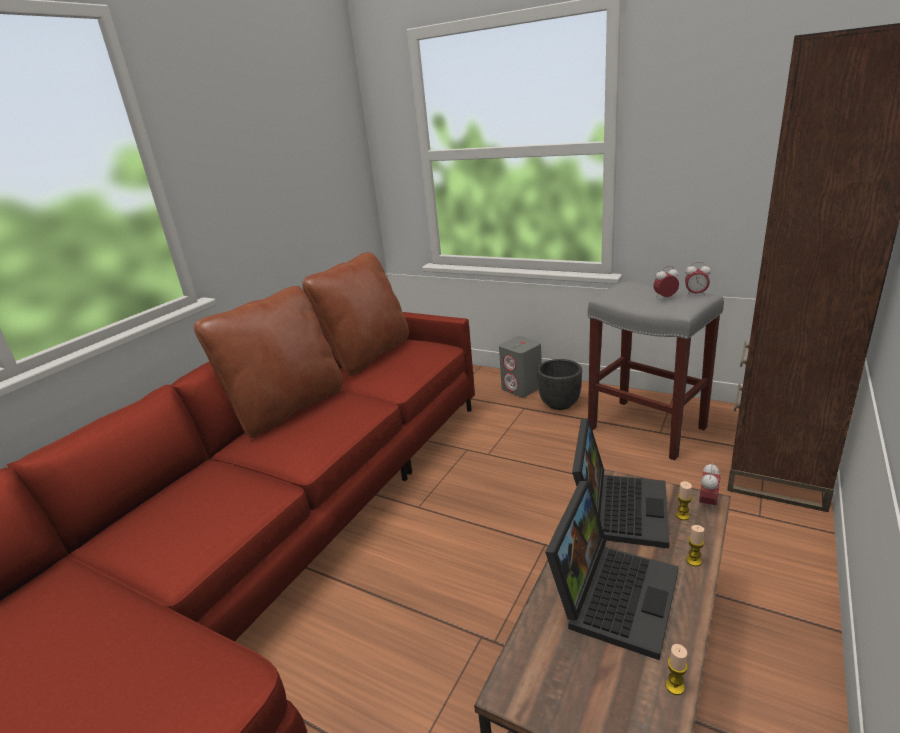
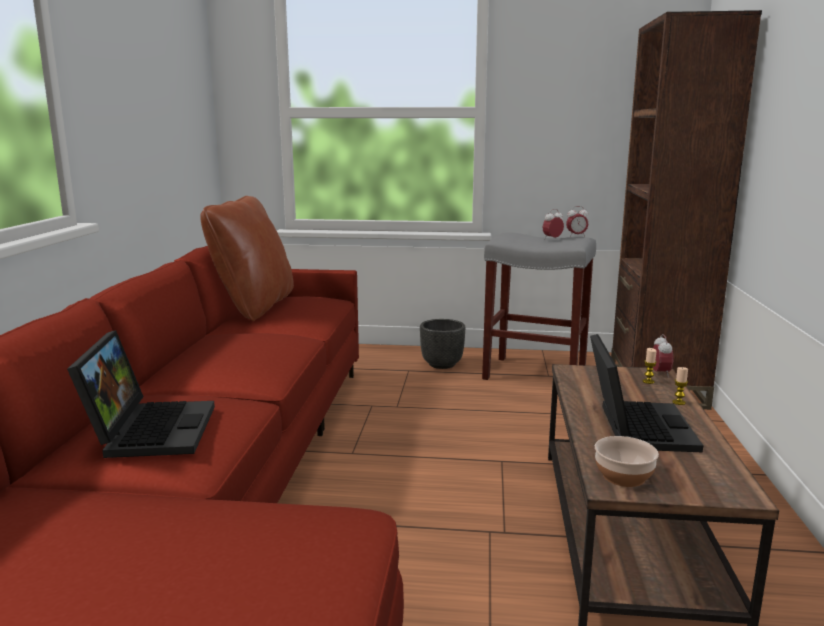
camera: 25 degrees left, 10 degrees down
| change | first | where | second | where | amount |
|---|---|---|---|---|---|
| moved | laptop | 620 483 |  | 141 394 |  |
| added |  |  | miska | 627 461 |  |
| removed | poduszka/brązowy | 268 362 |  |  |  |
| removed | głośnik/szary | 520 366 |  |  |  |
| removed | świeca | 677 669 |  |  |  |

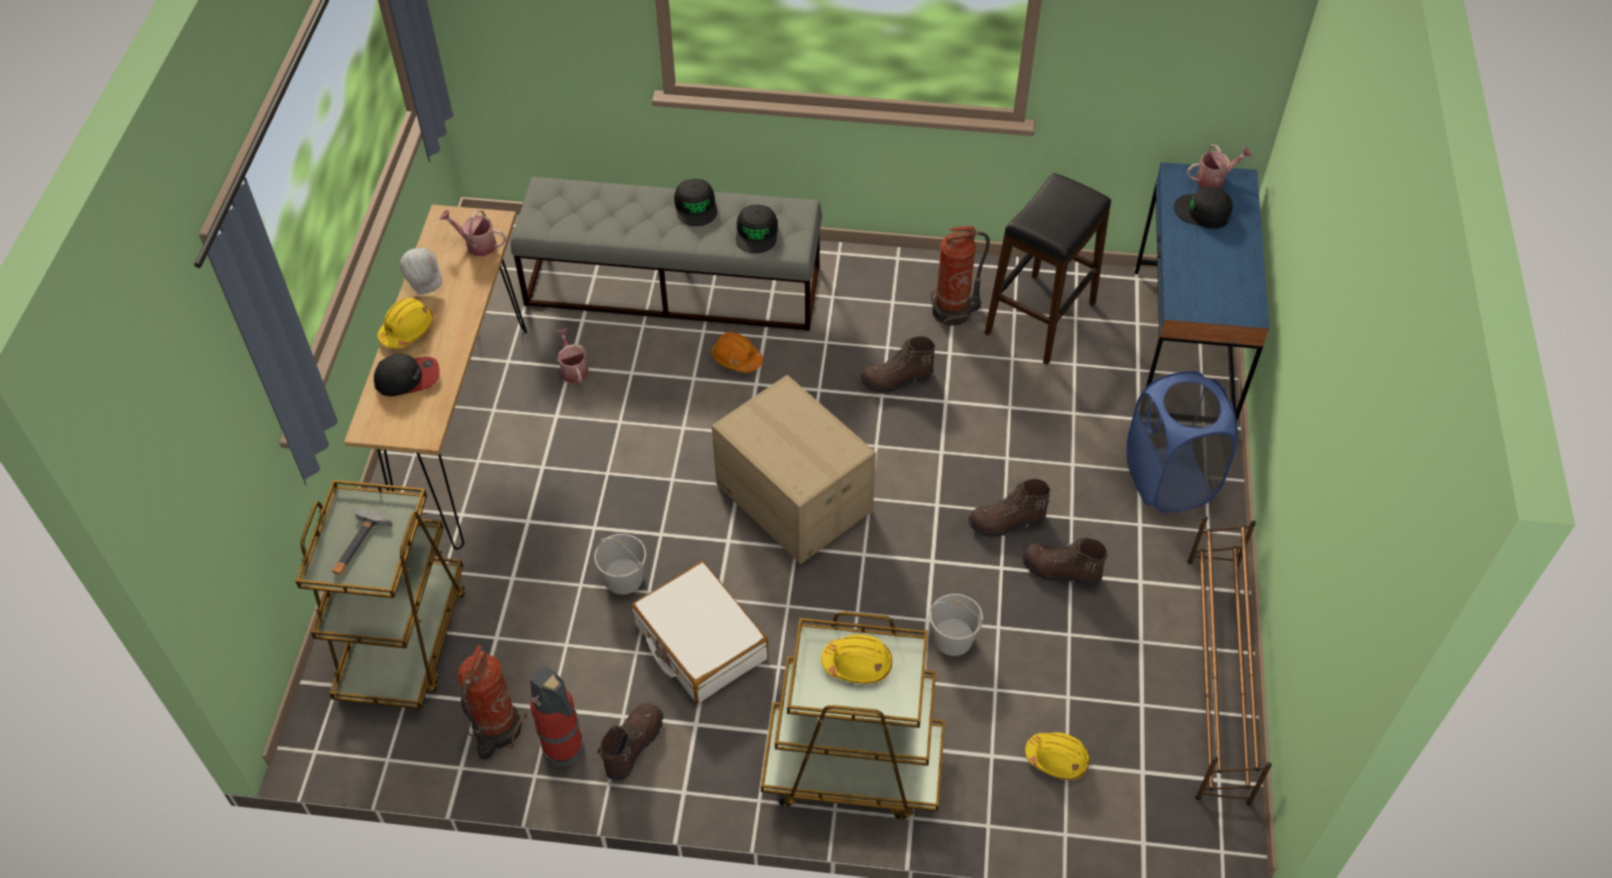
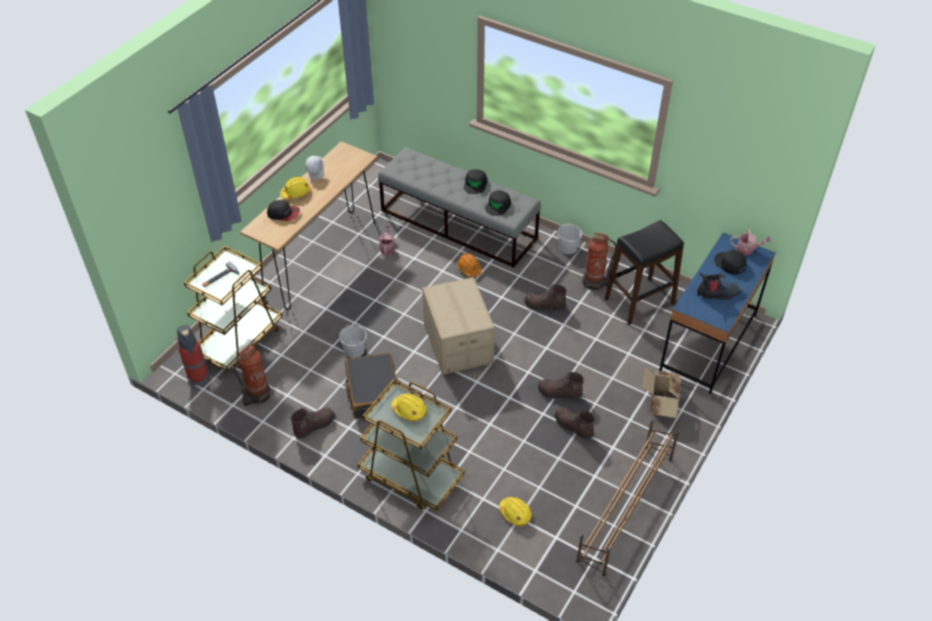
camera: 25 degrees right, 5 degrees down
| change | first | where | second | where | amount |
|---|---|---|---|---|---|
| moved | gaśnica | 557 716 |  | 192 355 |  |
| recoloured | walizka/biały | 700 632 | walizka/czarny | 371 386 |  |
| moved | wiadro/biały | 956 625 |  | 569 238 |  |
| replaced | kosz na pranie/niebieski | 1182 442 | karton | 661 392 |  |
| added |  |  | but z cholewką | 719 286 |  |
| removed | konewka | 472 232 |  |  |  |

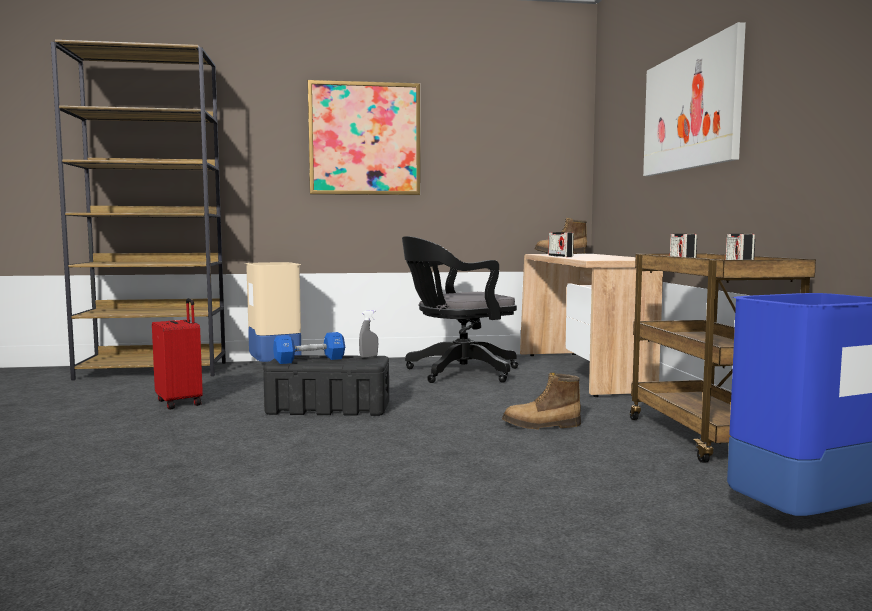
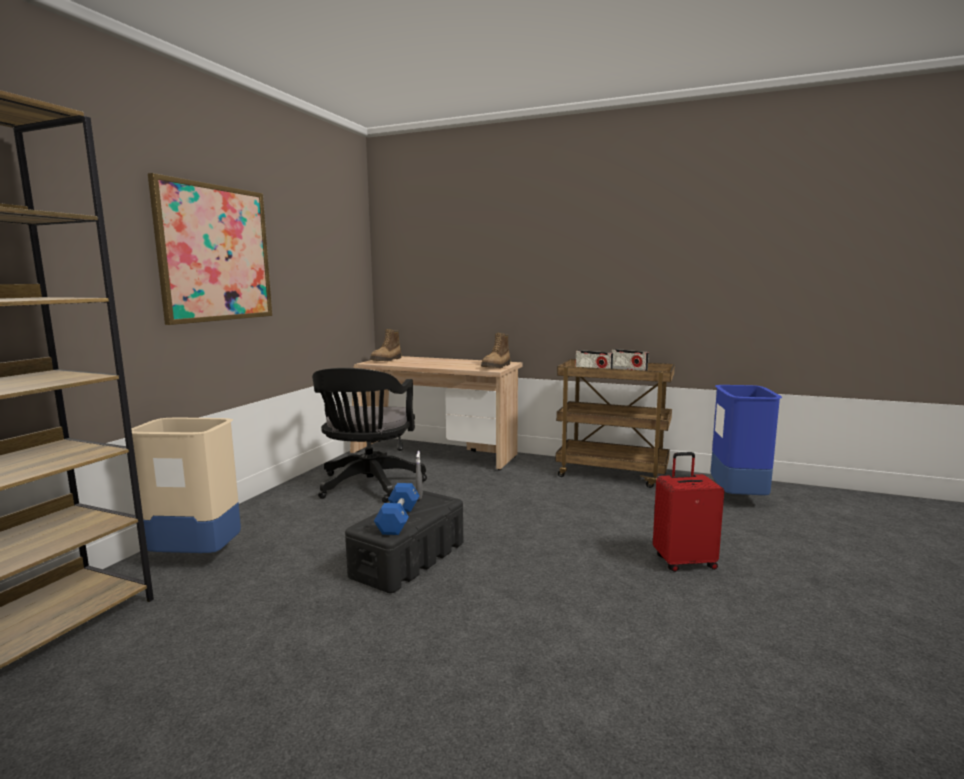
camera: 60 degrees left, 5 degrees up
| change | first | where | second | where | amount |
|---|---|---|---|---|---|
| moved | but z cholewką | 541 401 |  | 495 350 |  |
| moved | walizka/czerwony | 177 354 |  | 688 512 |  |
| removed | radio | 561 244 |  |  |  |
| removed | obraz | 694 99 |  |  |  |

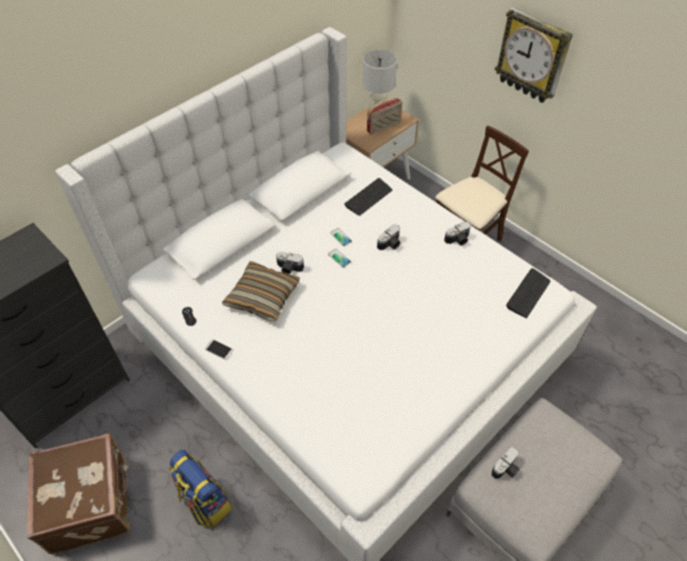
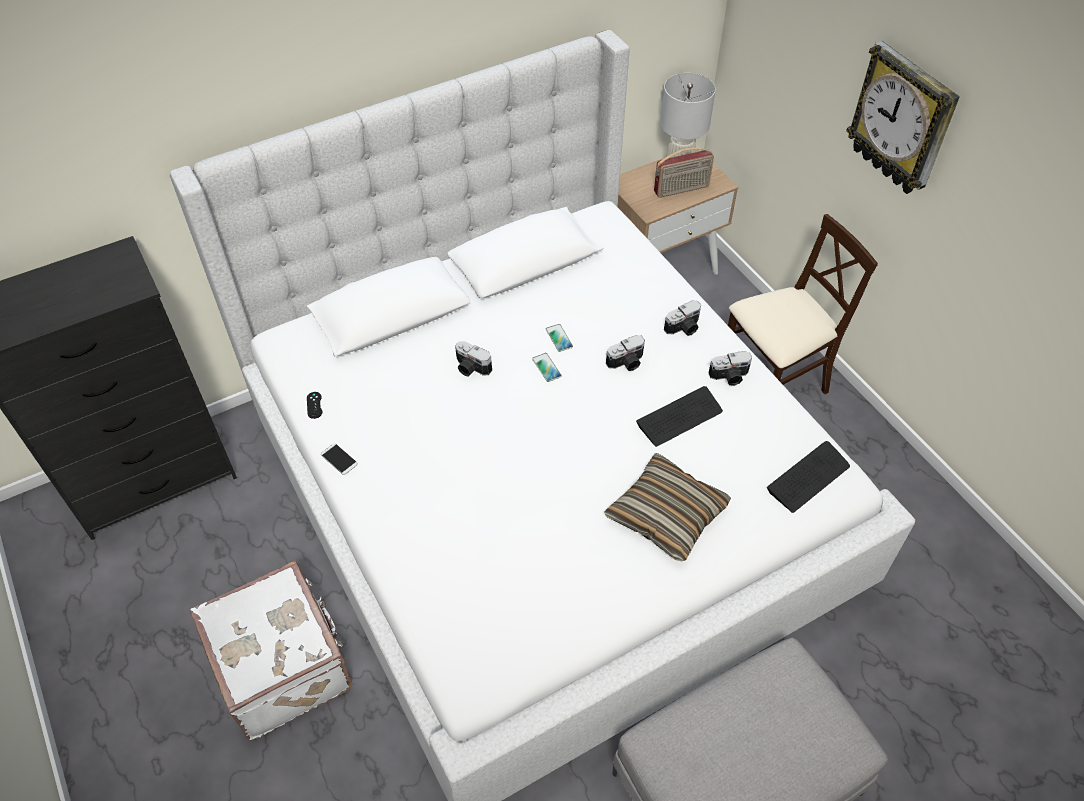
camera: 15 degrees right, 0 degrees up
| change | first | where | second | where | amount |
|---|---|---|---|---|---|
| replaced | plecak | 200 489 | walizka/biały | 271 650 |  |
| moved | poduszka | 261 291 |  | 667 507 |  |
| moved | klawiatura | 368 197 |  | 679 416 |  |
| moved | aparat fotograficzny | 505 463 |  | 682 318 |  |
| removed | walizka/brązowy | 78 494 |  |  |  |

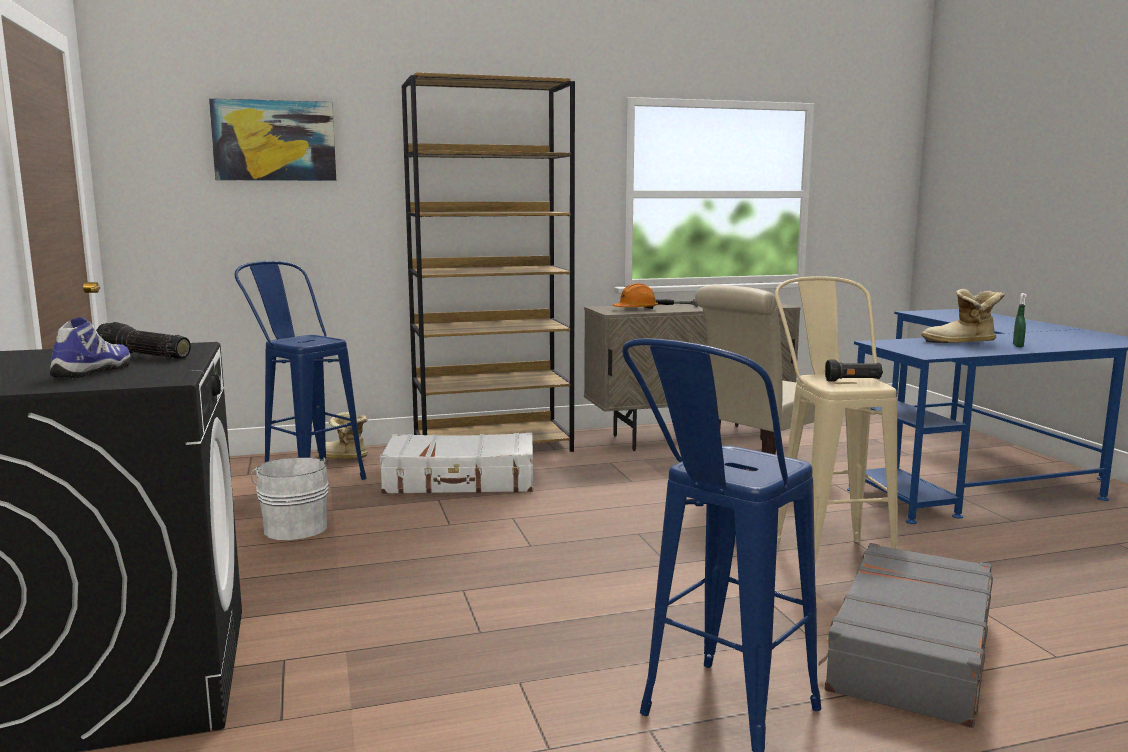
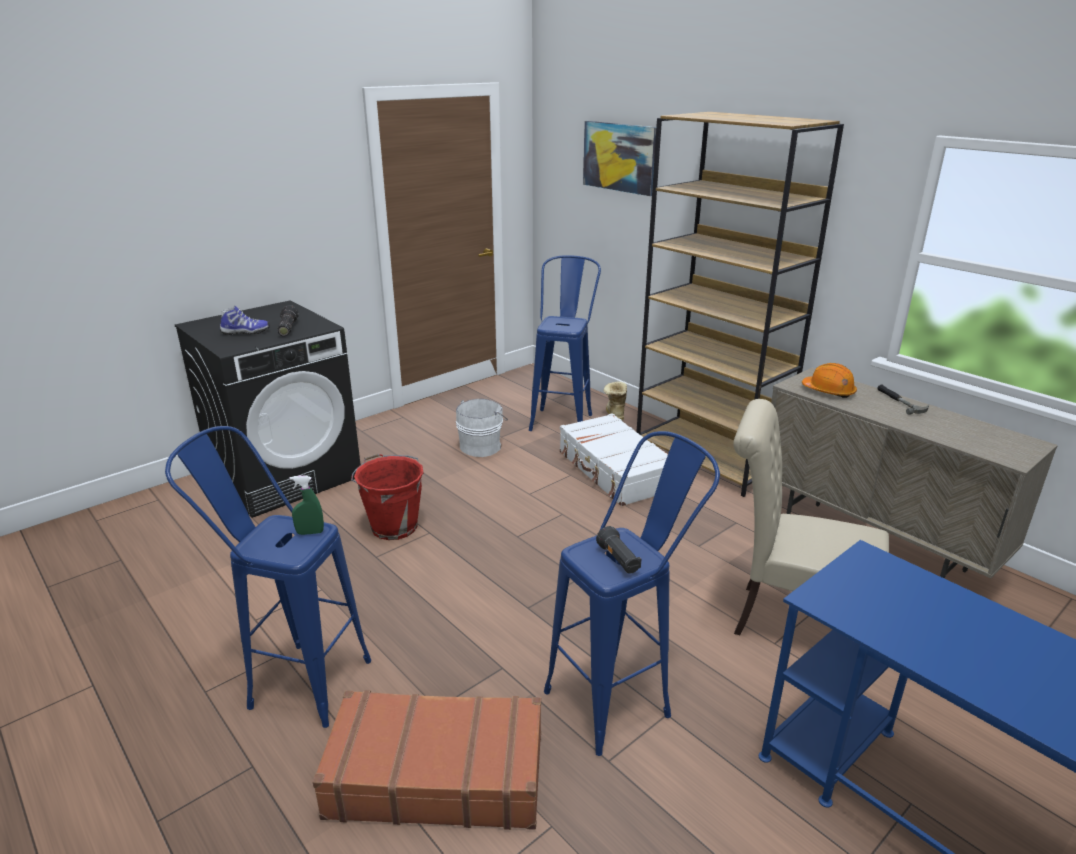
camera: 65 degrees right, 15 degrees up
| change | first | where | second | where | amount |
|---|---|---|---|---|---|
| moved | spryskiwacz/zielony | 1020 320 |  | 307 505 |  |
| recoloured | walizka/szary | 905 635 | walizka/brązowy | 426 760 |  |
| added |  |  | wiadro/czerwony | 387 497 |  |
| recoloured | stołek/beżowy | 836 419 | stołek/niebieski | 632 593 |  |
| removed | but z cholewką | 963 316 |  |  |  |

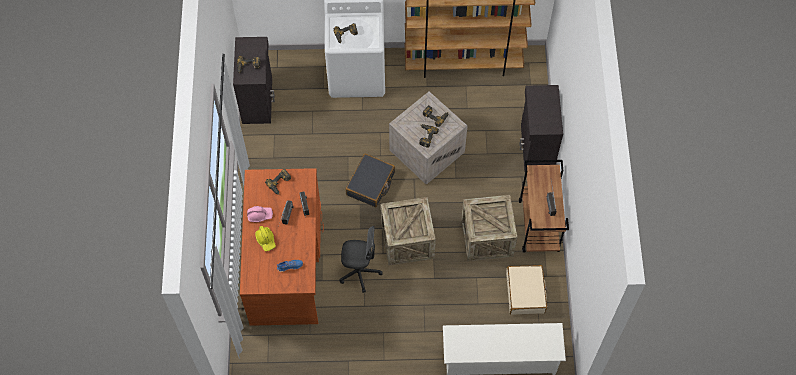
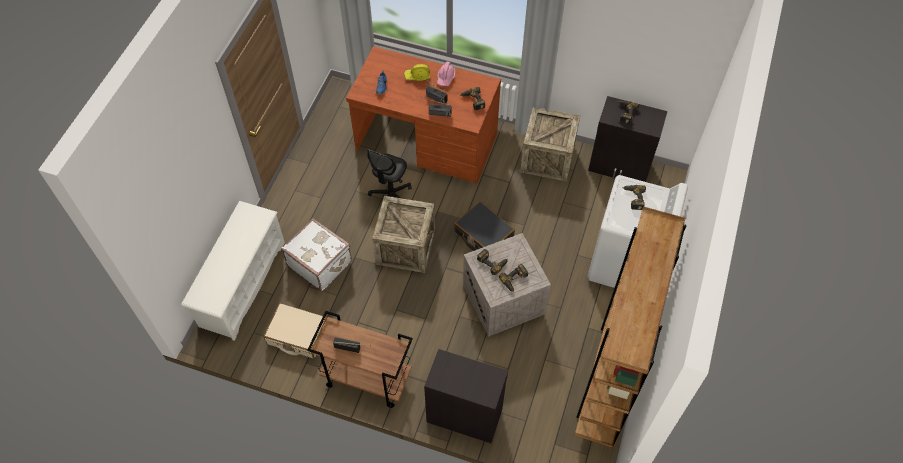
camera: 110 degrees right, 5 degrees down
| change | first | where | second | where | amount |
|---|---|---|---|---|---|
| added |  |  | walizka/biały | 316 254 |  |
| moved | skrzynka | 489 228 |  | 550 144 |  |

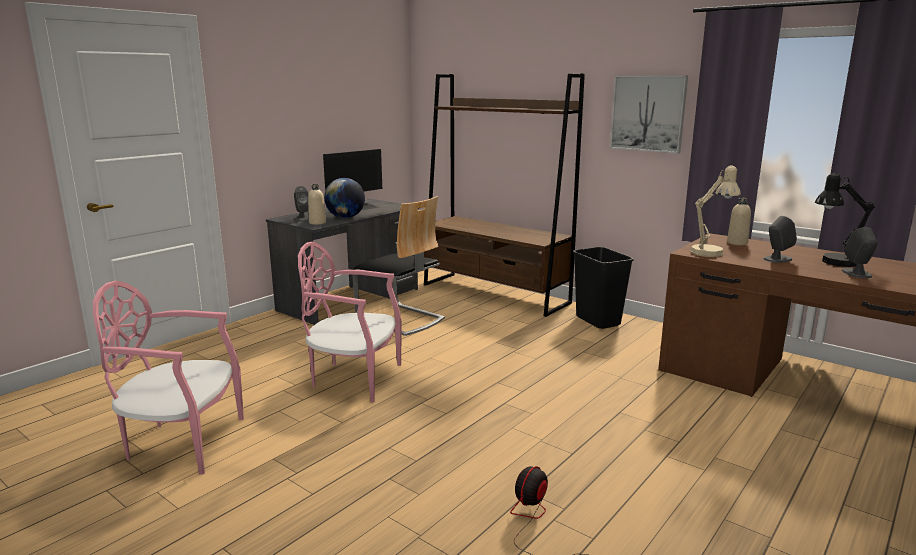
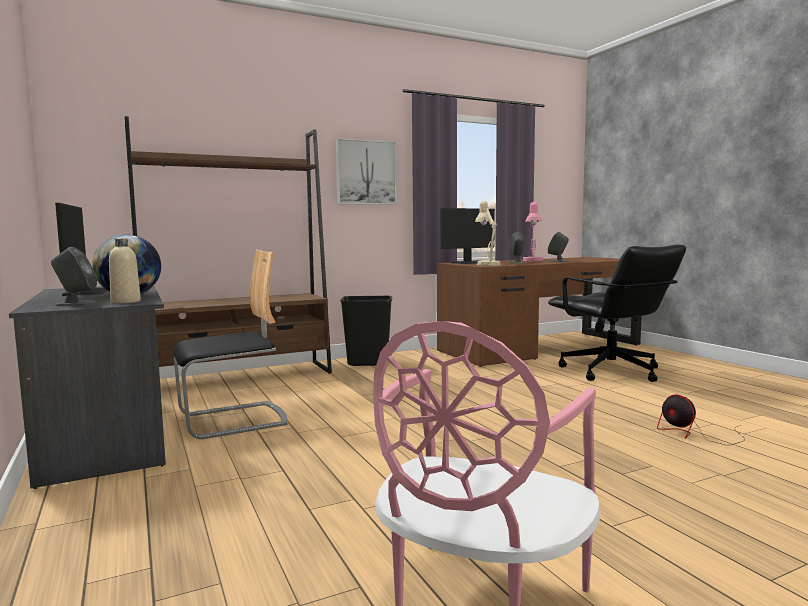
camera: 65 degrees left, 10 degrees down
| change | first | where | second | where | amount |
|---|---|---|---|---|---|
| replaced | butelka/beżowy | 739 221 | monitor | 467 236 |  |
| recoloured | lampa stołowa/czarny | 845 220 | lampa stołowa/różowy | 533 232 |  |
| added |  |  | krzesło biurowe/czarny | 617 313 |  |
| removed | krzesło/różowy | 350 322 |  |  |  |

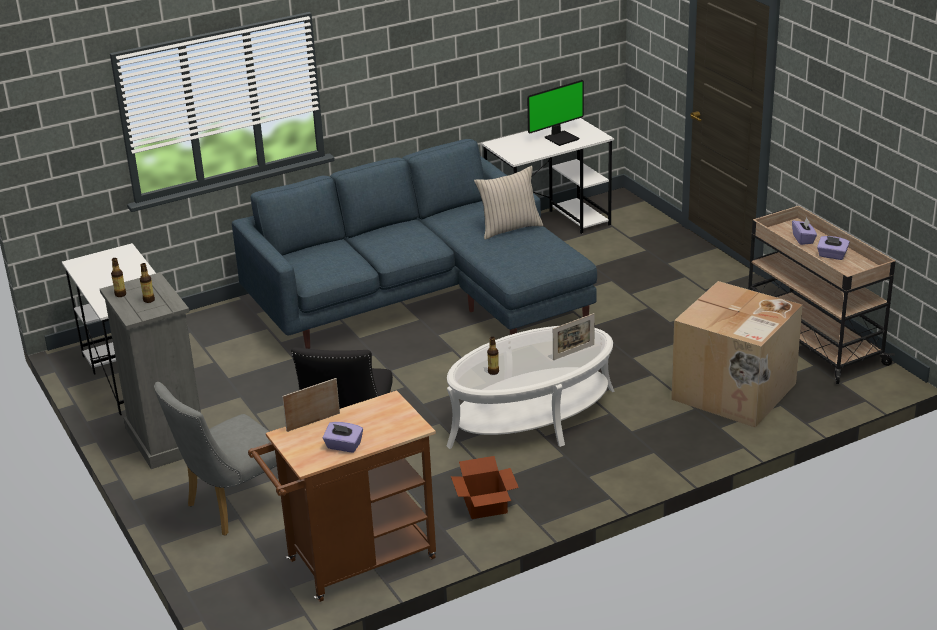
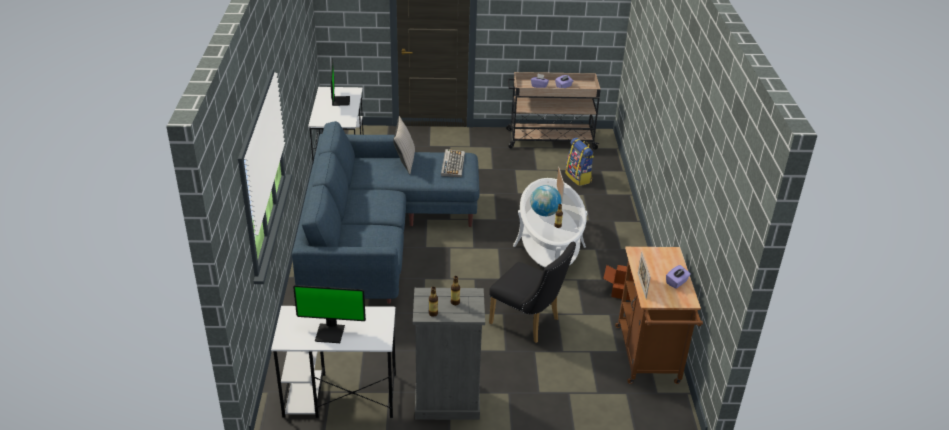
camera: 65 degrees left, 5 degrees up
| change | first | where | second | where | amount |
|---|---|---|---|---|---|
| added |  |  | monitor | 329 314 |  |
| added |  |  | klawiatura | 453 163 |  |
| added |  |  | globus | 546 200 |  |
| replaced | karton | 737 354 | plecak | 579 162 |  |
| removed | krzesło/szary | 215 459 |  |  |  |

